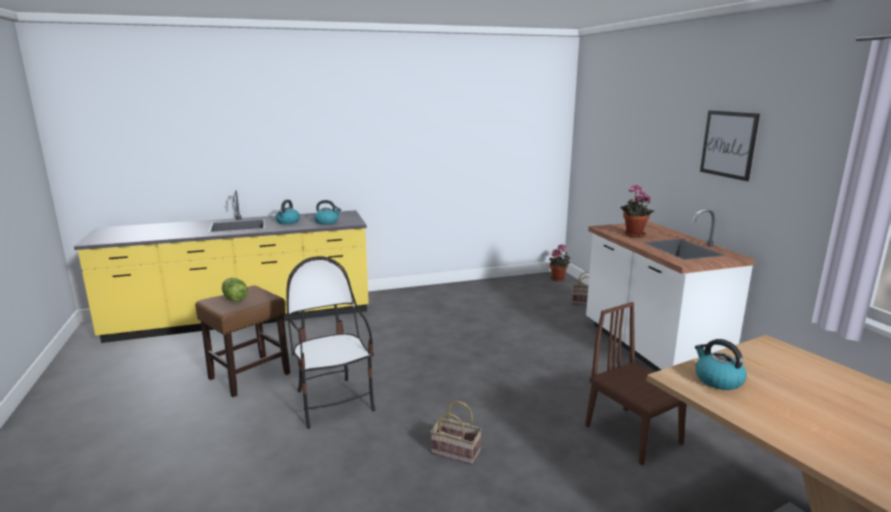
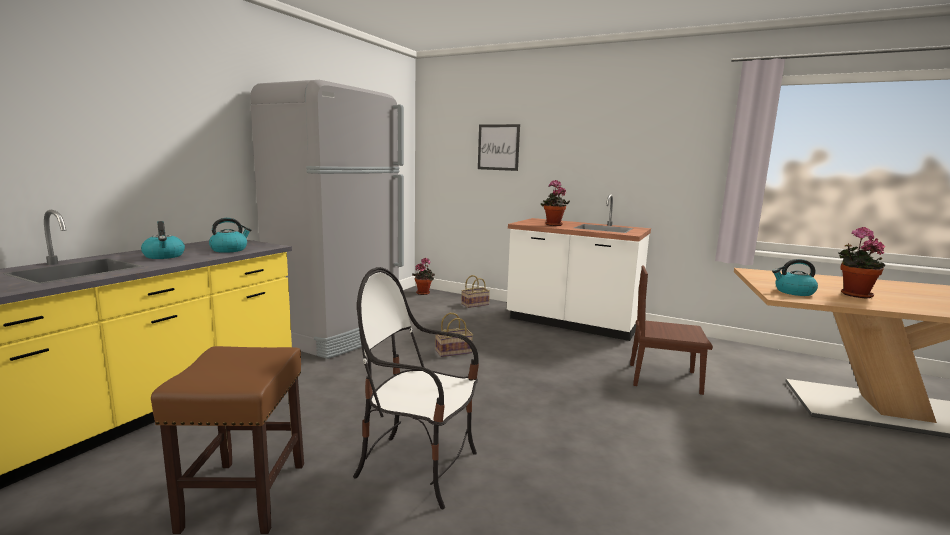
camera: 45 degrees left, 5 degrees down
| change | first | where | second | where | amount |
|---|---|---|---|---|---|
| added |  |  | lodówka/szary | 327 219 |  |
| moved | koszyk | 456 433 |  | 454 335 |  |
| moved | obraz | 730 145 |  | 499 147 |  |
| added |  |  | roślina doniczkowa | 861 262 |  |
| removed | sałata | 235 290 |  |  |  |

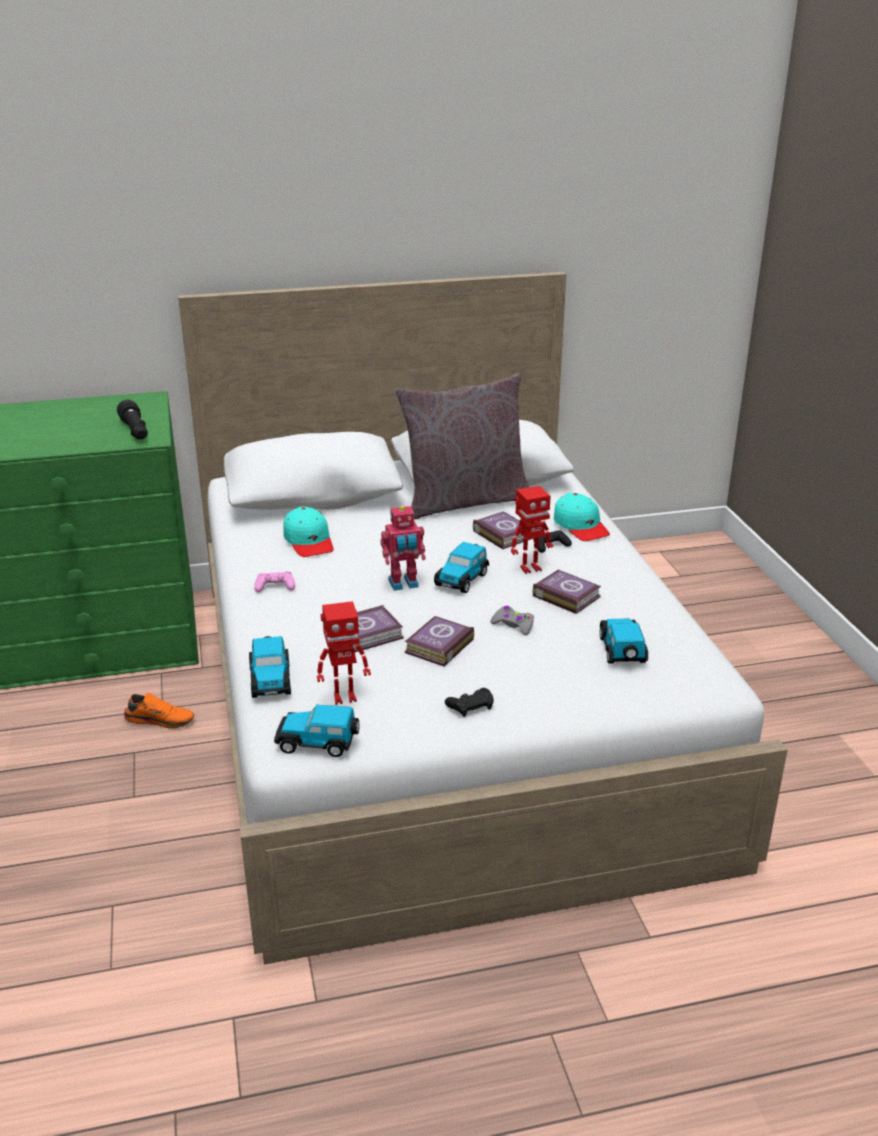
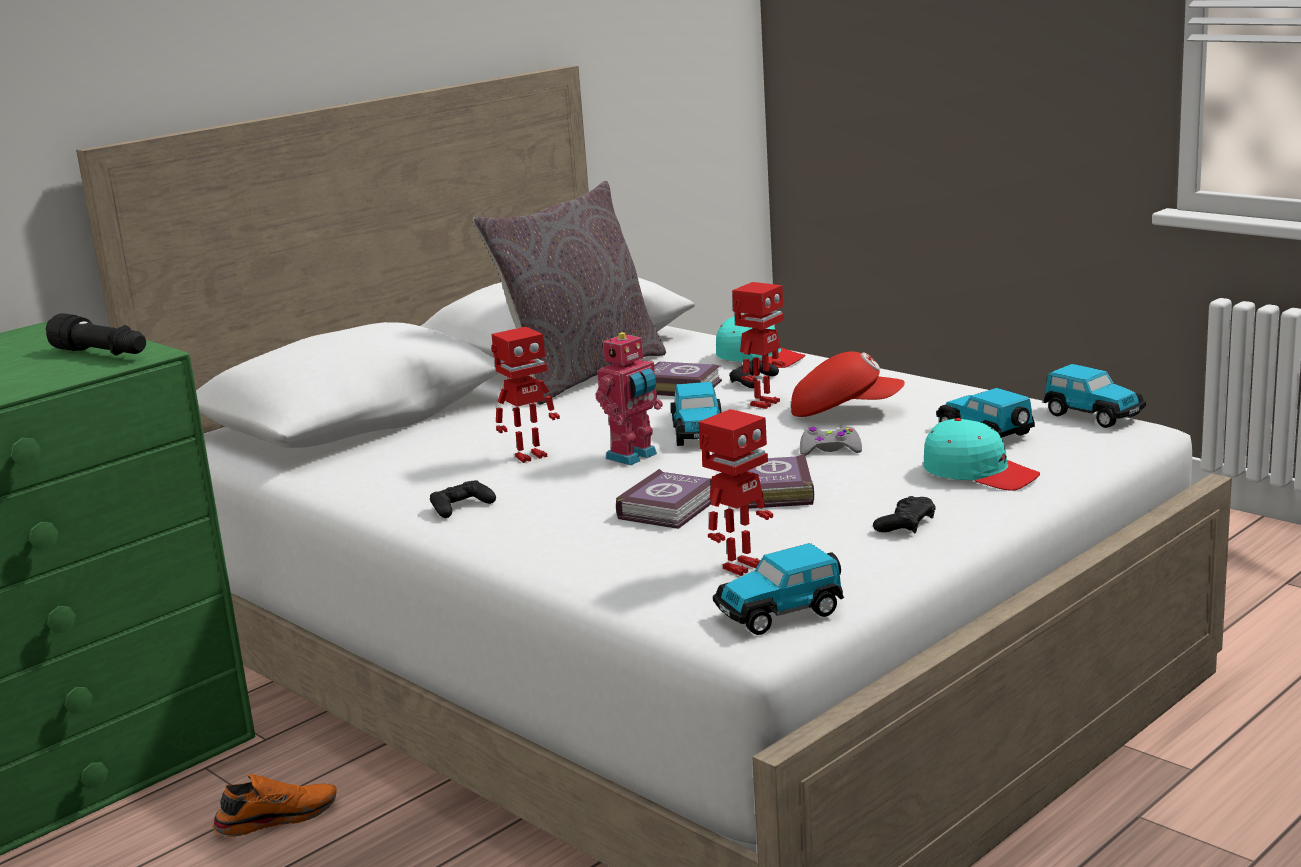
camera: 30 degrees left, 10 degrees down
| change | first | where | second | where | amount |
|---|---|---|---|---|---|
| recoloured | pad do gier/różowy | 274 582 | pad do gier/czarny | 463 499 |  |
| added |  |  | robot zabawkowy | 525 395 |  |
| replaced | książka | 567 592 | czapka z daszkiem/czerwony | 848 384 |  |
| moved | czapka z daszkiem/turkusowy | 308 532 |  | 981 454 |  |
| moved | samochodzik | 270 667 |  | 1094 396 |  |

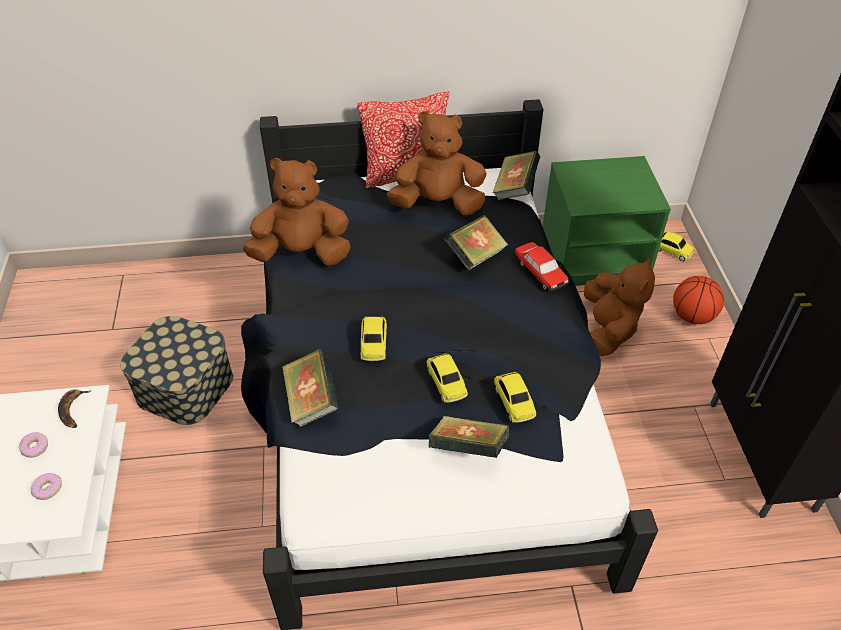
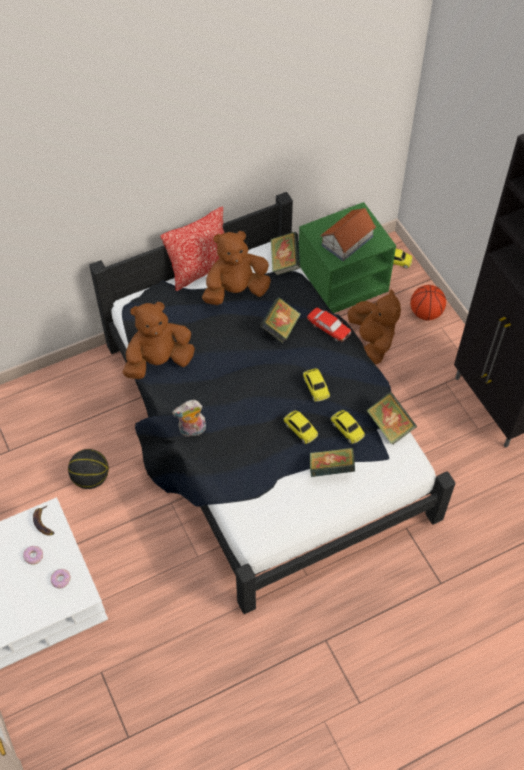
camera: 20 degrees left, 10 degrees up
| change | first | where | second | where | amount |
|---|---|---|---|---|---|
| replaced | pojemnik do przechowywania | 176 370 | piłka do koszykówki | 88 469 |  |
| added |  |  | pluszak | 189 418 |  |
| moved | samochodzik | 374 339 |  | 316 385 |  |
| added |  |  | domek | 348 234 |  |
| moved | książka | 310 387 |  | 391 418 |  |

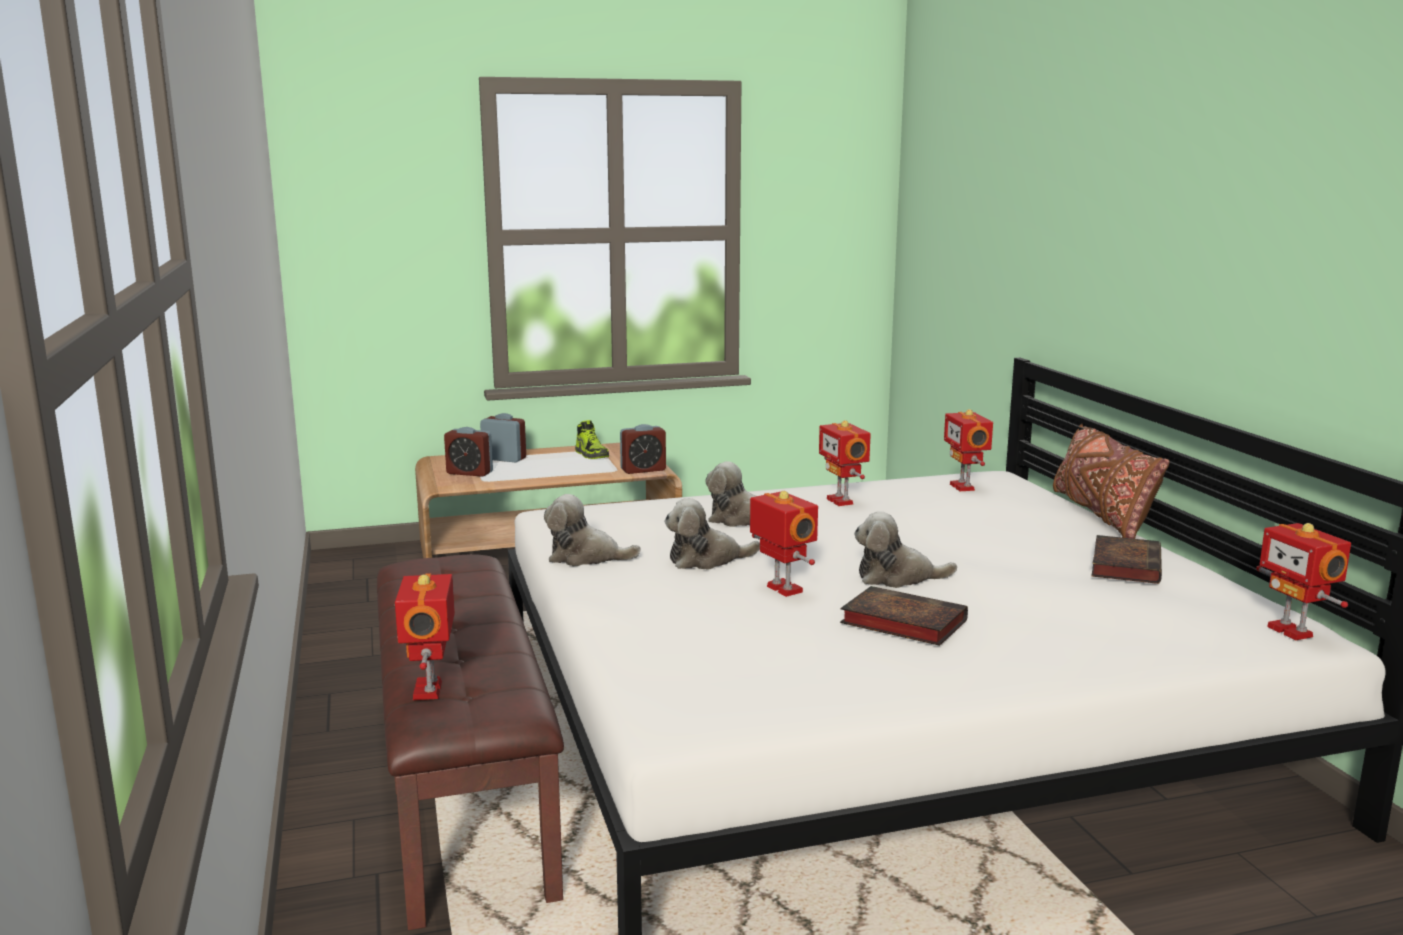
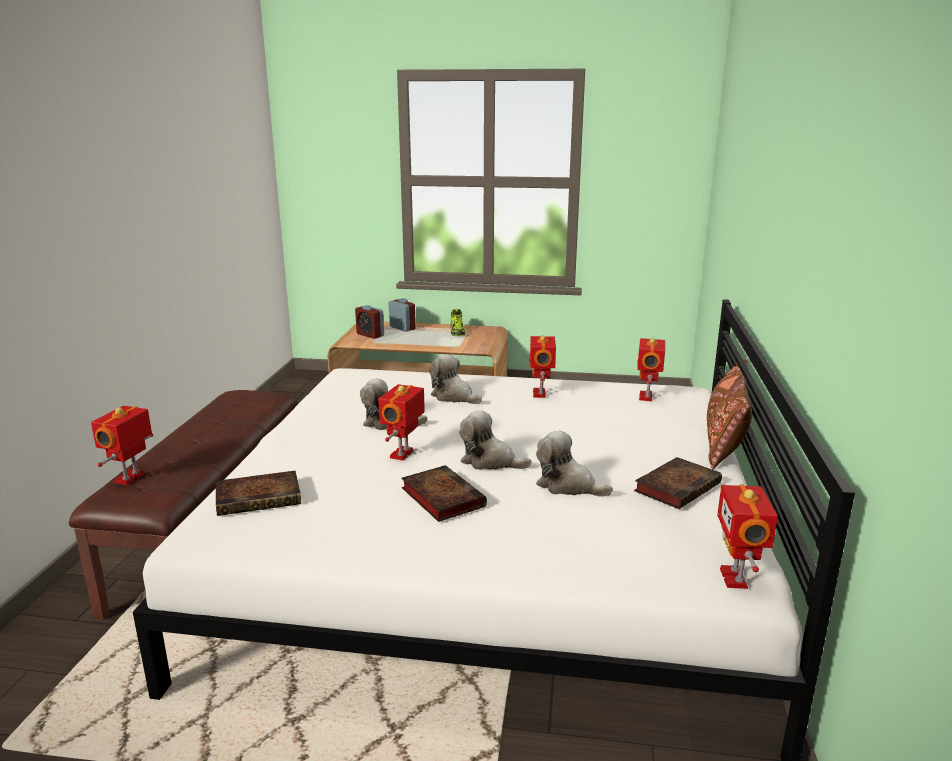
camera: 25 degrees right, 5 degrees up
| change | first | where | second | where | amount |
|---|---|---|---|---|---|
| added |  |  | książka | 258 493 |  |
| turned | robot zabawkowy | 784 544 |  | 401 422 | 150 degrees counterclockwise |
| moved | pluszak | 592 530 |  | 574 464 |  |
| removed | budzik | 643 449 |  |  |  |

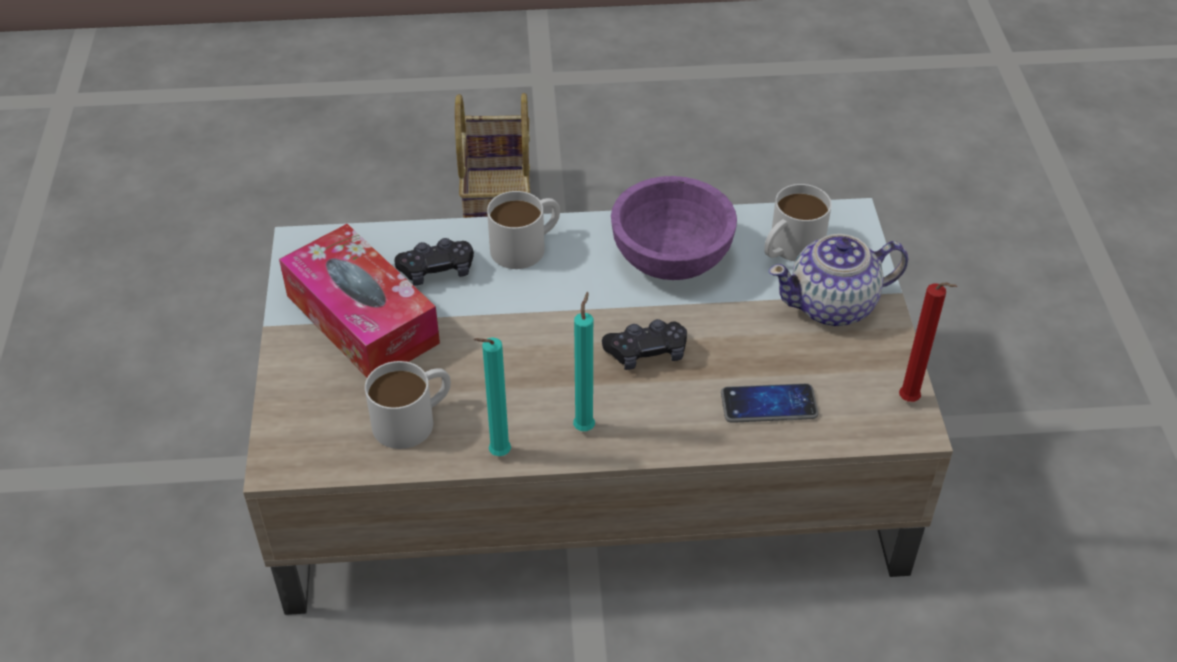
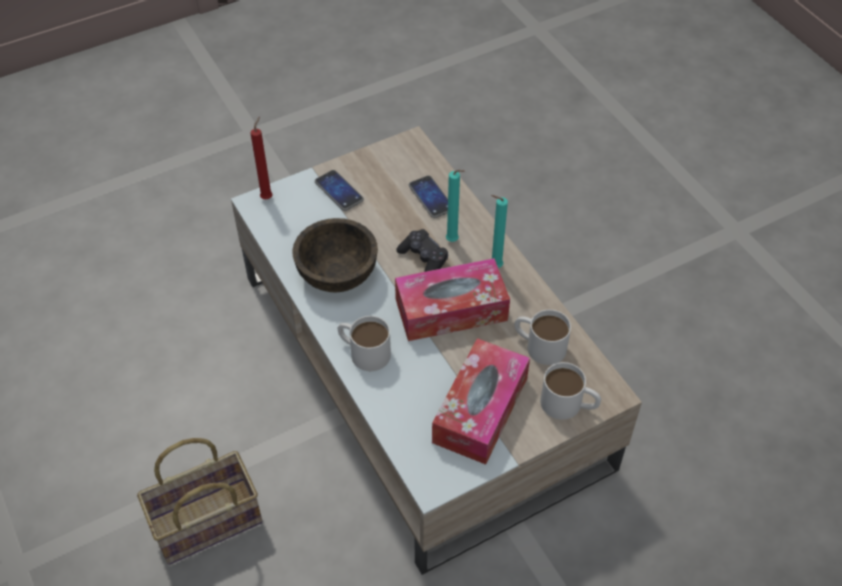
camera: 115 degrees left, 5 degrees up
| change | first | where | second | where | amount |
|---|---|---|---|---|---|
| moved | świeca/czerwony | 928 342 |  | 261 158 |  |
| recoloured | miska/fioletowy | 674 228 | miska/brązowy | 335 255 |  |
| replaced | imbryk | 838 280 | telefon | 339 190 |  |
| added |  |  | pudełko chusteczek | 452 299 |  |
| moved | świeca/turkusowy | 492 397 |  | 455 205 |  |
| moved | kubek/biały | 798 222 |  | 570 391 |  |
| removed | pad do gier/czarny | 434 262 |  |  |  |

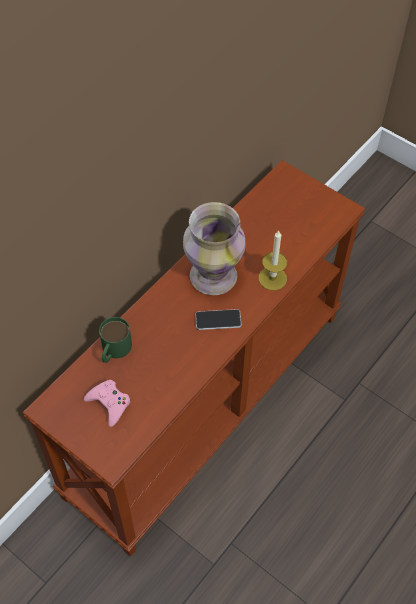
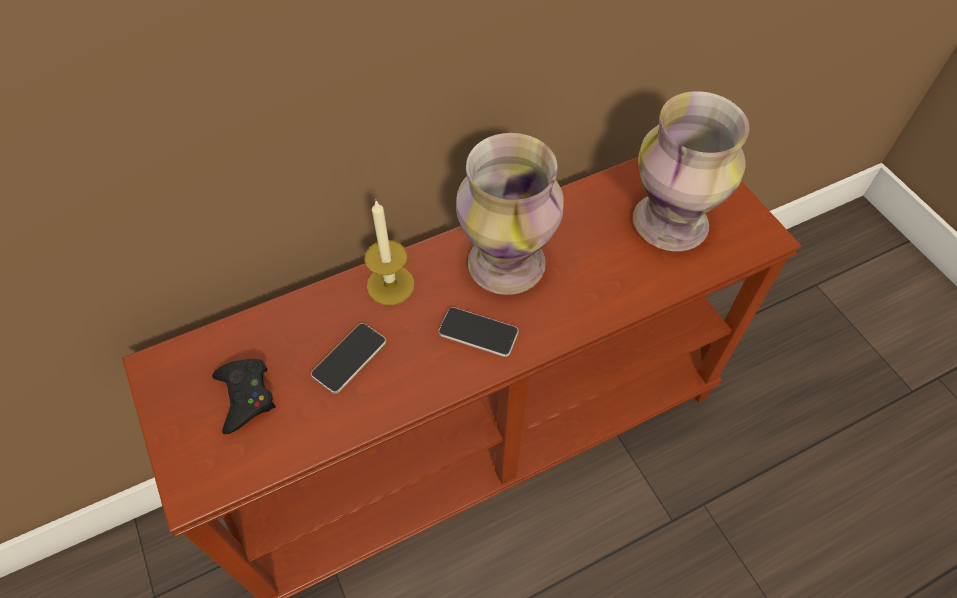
camera: 25 degrees right, 0 degrees up
| change | first | where | second | where | amount |
|---|---|---|---|---|---|
| recoloured | pad do gier/różowy | 107 403 | pad do gier/czarny | 244 396 |  |
| added |  |  | telefon | 348 358 |  |
| moved | świeca | 272 260 |  | 389 252 |  |
| added |  |  | wazon | 691 171 |  |
| removed | kubek/zielony | 115 340 |  |  |  |

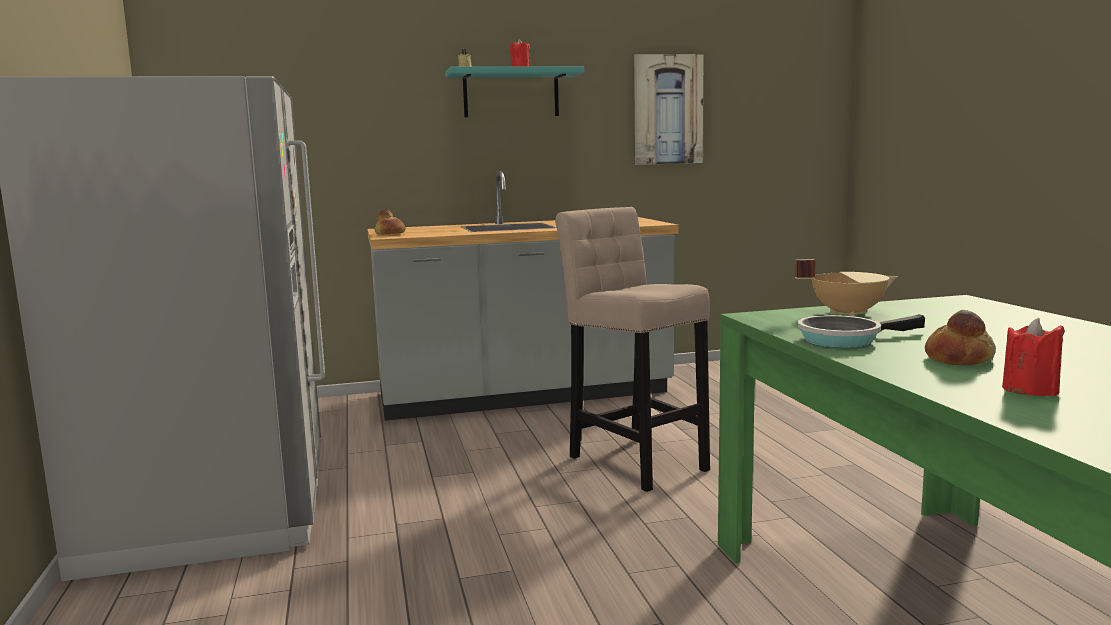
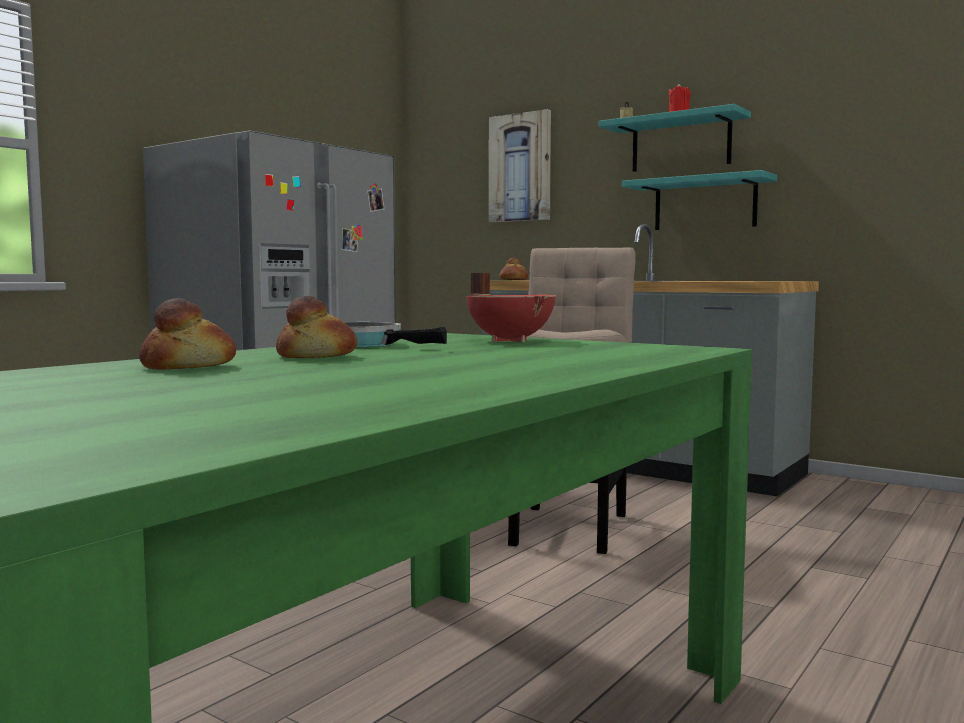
camera: 50 degrees right, 5 degrees down
| change | first | where | second | where | amount |
|---|---|---|---|---|---|
| replaced | świeca/czerwony | 1033 357 | chleb | 187 334 |  |
| recoloured | garnek/beżowy | 846 288 | garnek/czerwony | 511 307 |  |
| moved | obraz | 669 109 |  | 520 165 |  |
| added |  |  | półka/turkusowy | 699 200 |  |

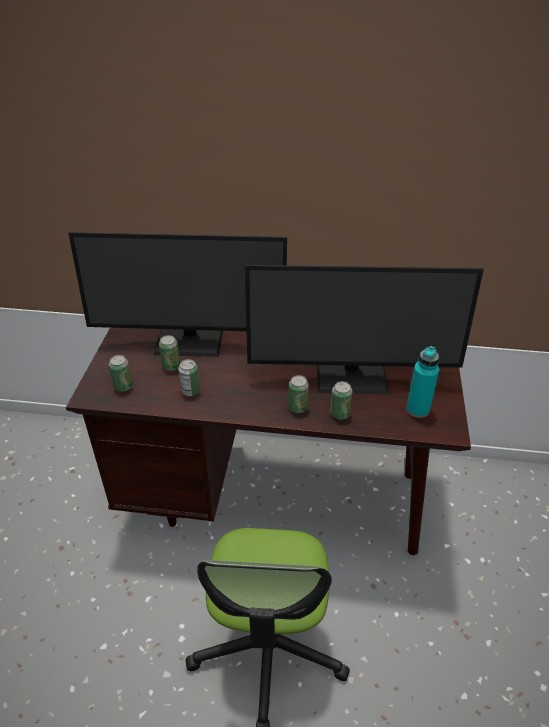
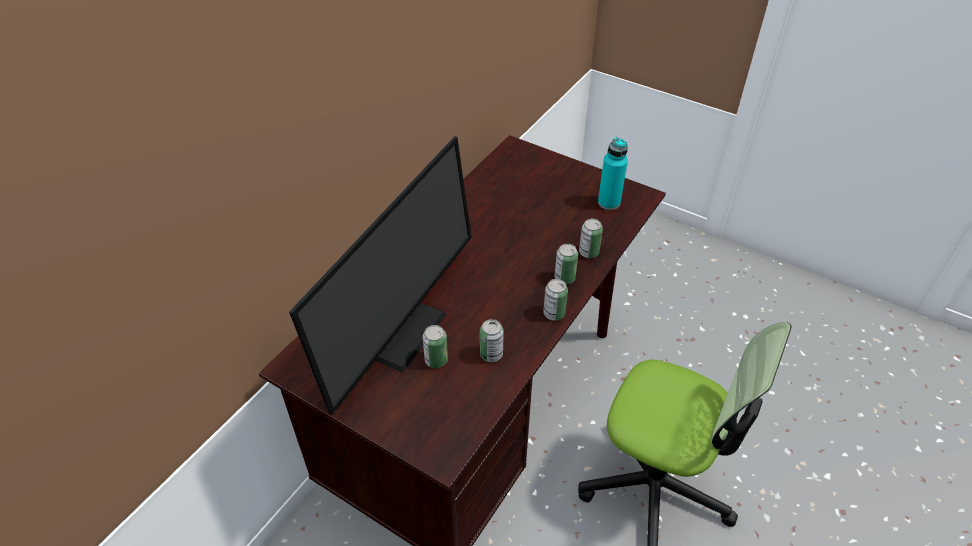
camera: 65 degrees left, 5 degrees up
| change | first | where | second | where | amount |
|---|---|---|---|---|---|
| moved | puszka | 121 373 |  | 555 300 |  |
| removed | monitor | 364 329 |  |  |  |

